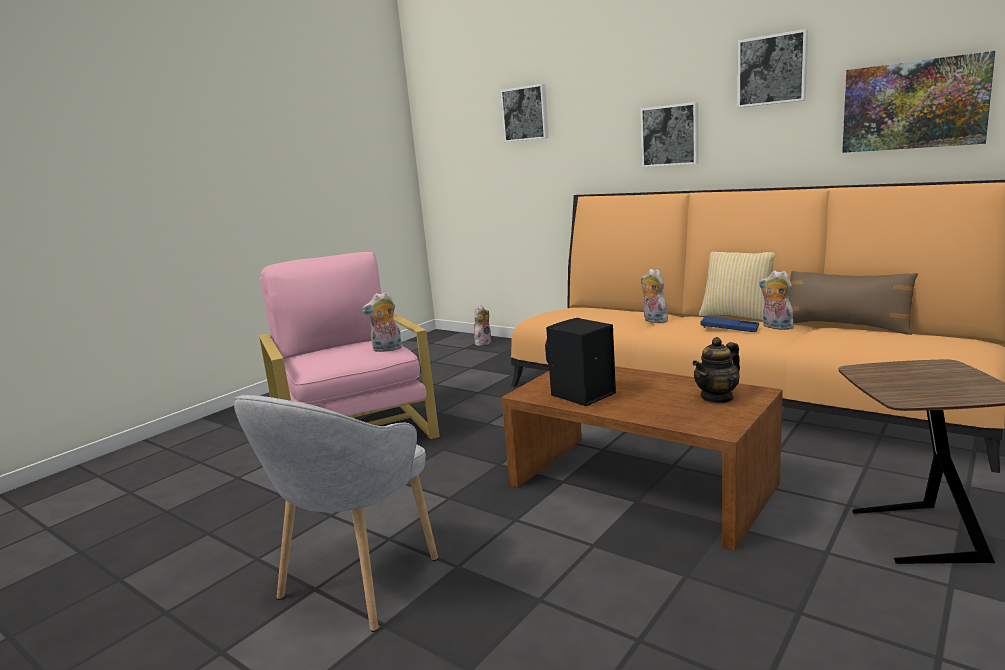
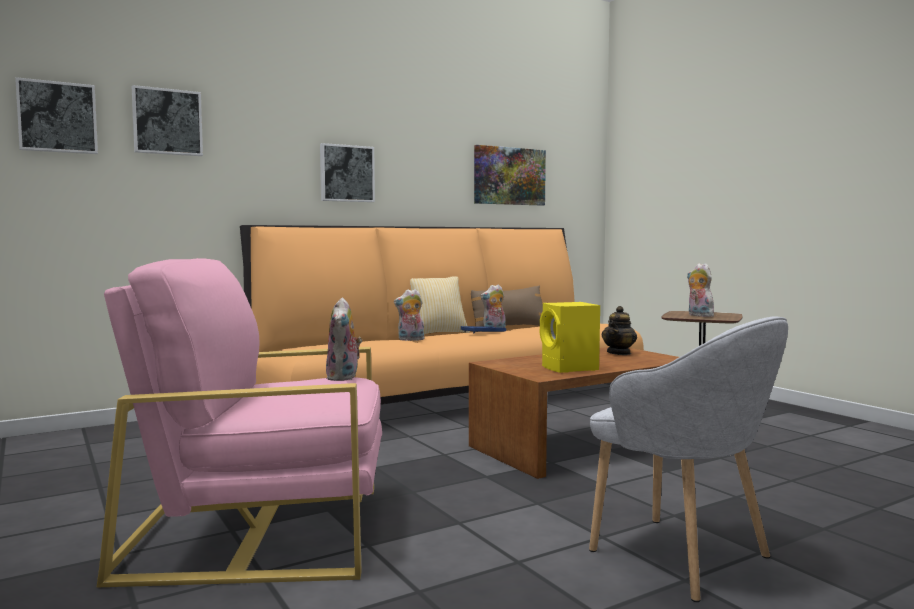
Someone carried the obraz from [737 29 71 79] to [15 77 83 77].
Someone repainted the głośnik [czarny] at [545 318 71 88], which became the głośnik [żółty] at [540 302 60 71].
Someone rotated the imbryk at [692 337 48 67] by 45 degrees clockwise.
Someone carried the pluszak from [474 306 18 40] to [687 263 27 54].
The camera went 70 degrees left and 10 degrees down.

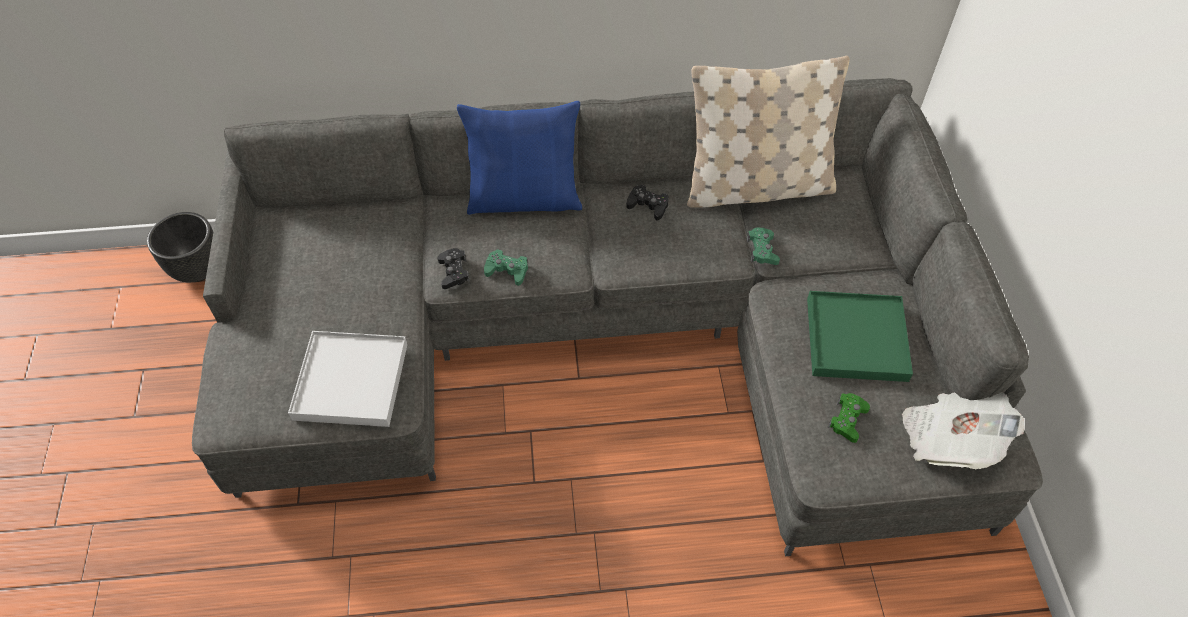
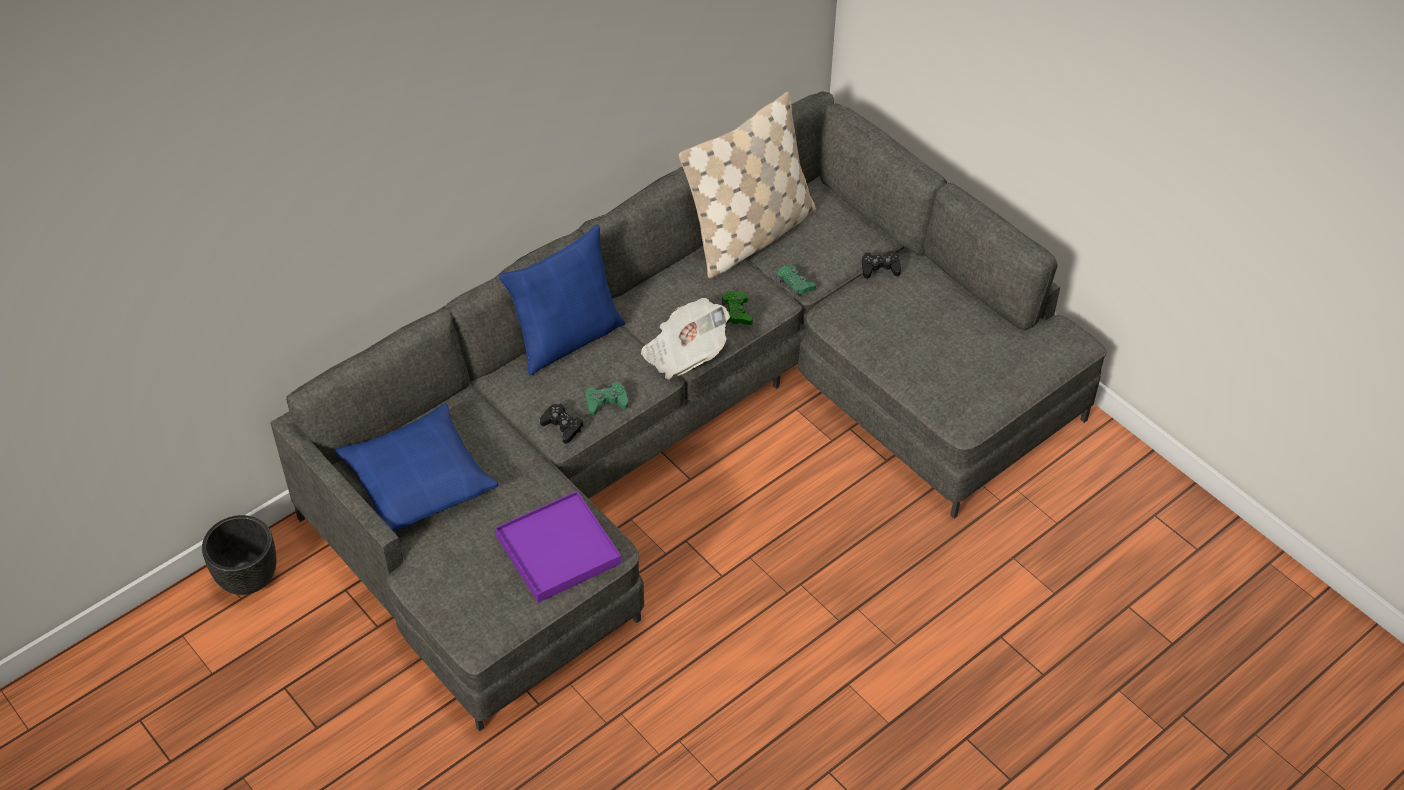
Someone put down the poduszka [niebieski] at [335 403 163 129].
Someone repainted the taca [biały] at [288 331 119 96], which became the taca [fioletowy] at [495 491 126 112].
Someone carried the gazeta from [902 392 123 77] to [641 298 89 81].
Someone carried the pad do gier [zielony] from [828 393 42 50] to [722 291 31 34].
Someone carried the pad do gier [czarny] from [626 184 43 36] to [862 250 39 29].
Someone took away the taca [zielony] at [807 291 106 91].
The camera went 35 degrees left and 5 degrees down.

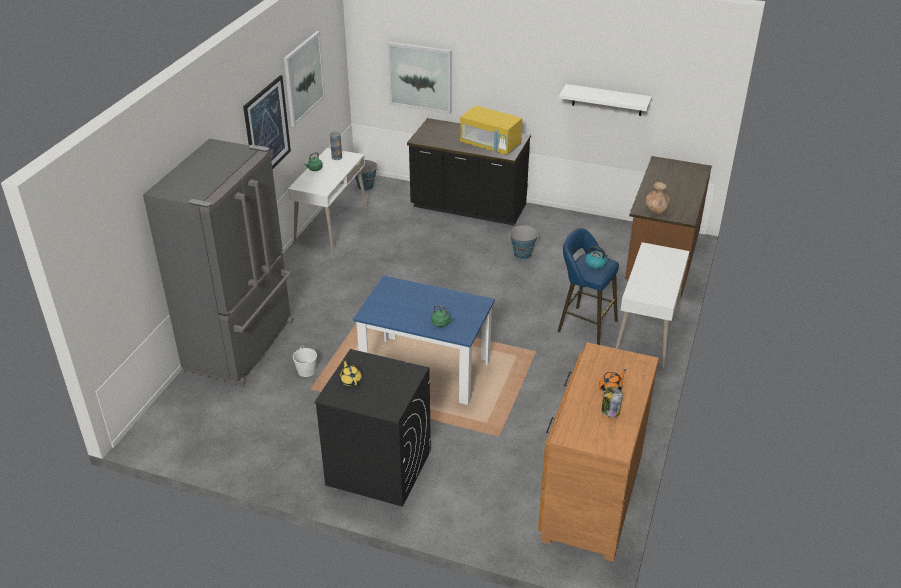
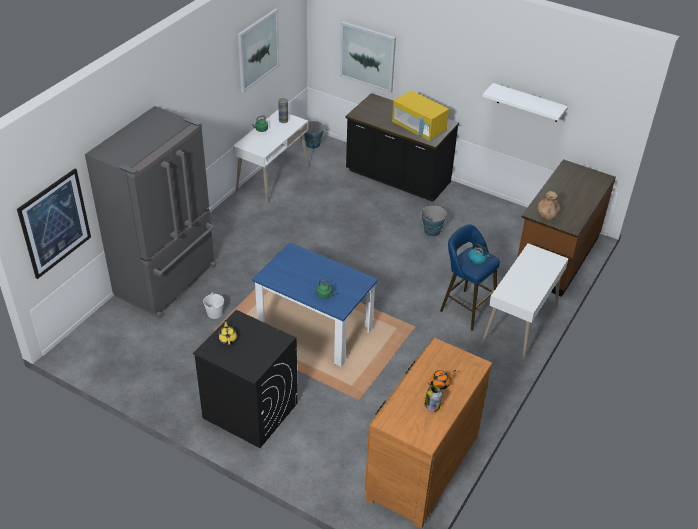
Someone carried the obraz from [243 75 48 94] to [17 169 74 110].
The camera went 10 degrees right and 5 degrees up.

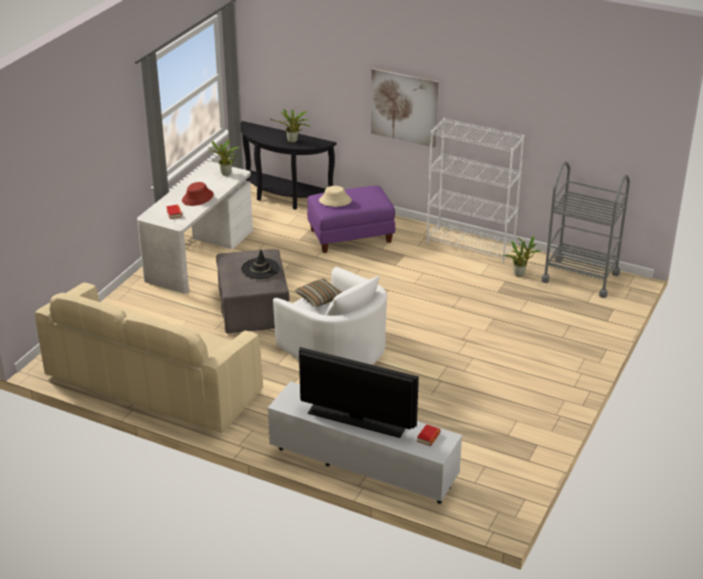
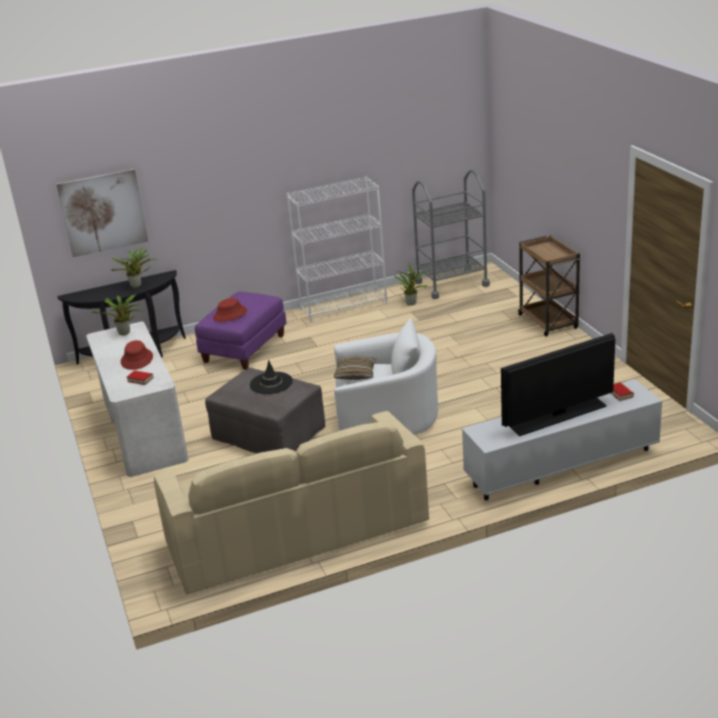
Someone carried the obraz from [371 68 67 80] to [56 169 92 88].
Someone repainted the kapelusz [beżowy] at [319 186 33 21], which became the kapelusz [czerwony] at [213 298 34 24].
Someone put down the wózek [brązowy] at [517 235 64 102].
The camera went 45 degrees left and 5 degrees down.

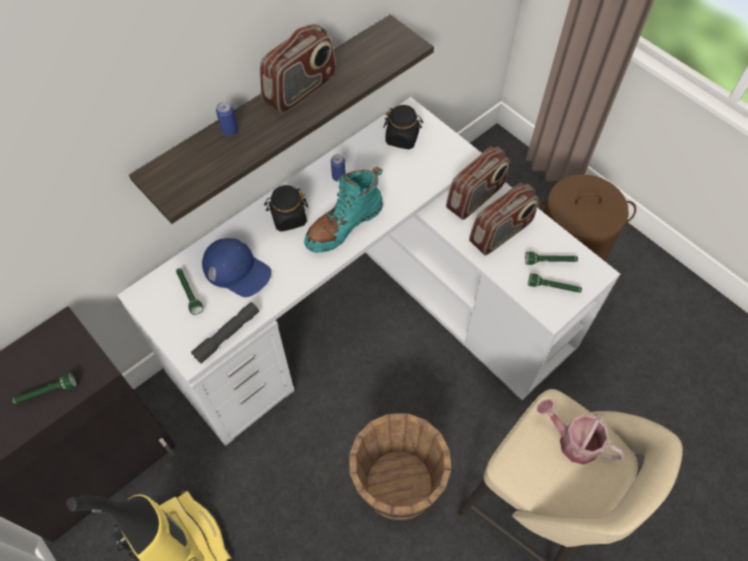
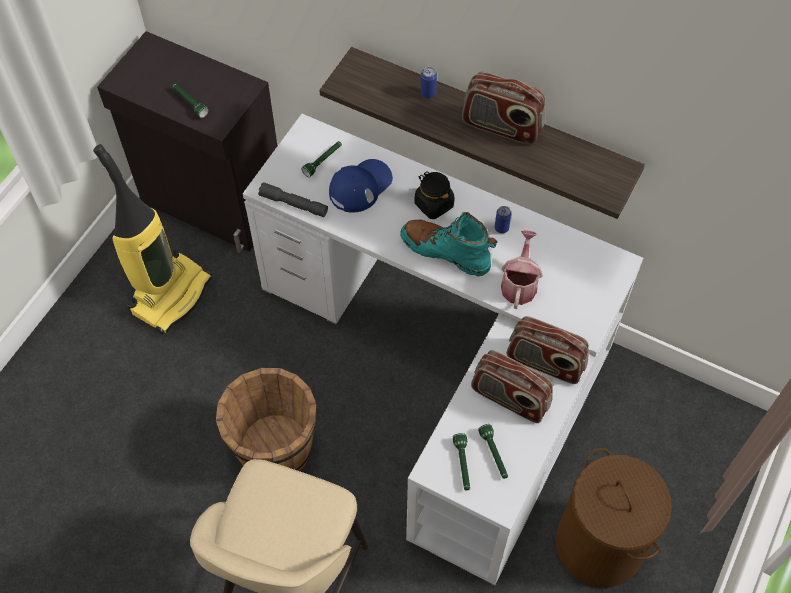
Someone rotated the czapka z daszkiem [niebieski] at [202 238 70 59] by 150 degrees counterclockwise.
Someone carried the konewka from [537 399 88 66] to [501 230 42 79].
Someone took away the słoik [czarny] at [383 105 41 44].
The camera went 70 degrees right and 0 degrees up.

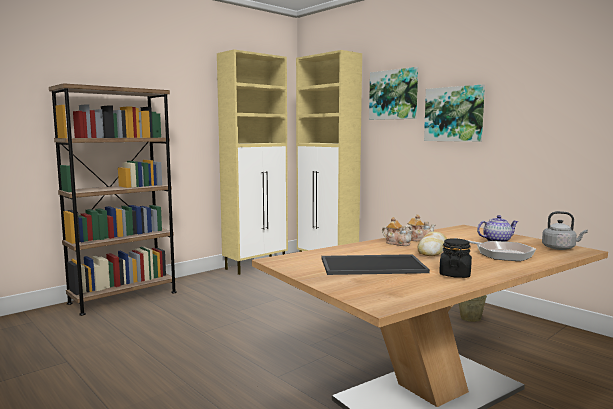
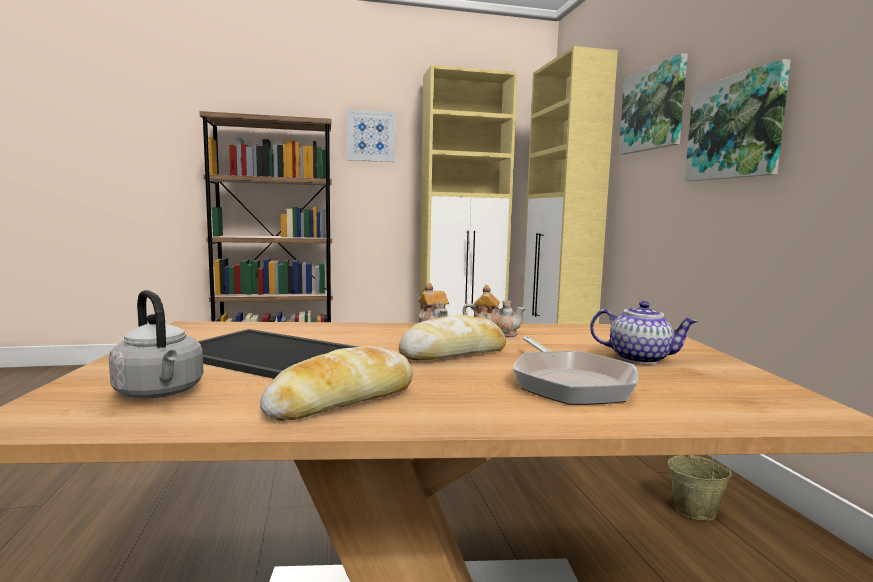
Someone carried the czajnik [szary] from [542 211 46 39] to [109 290 94 108].
Someone swapped the słoik [czarny] at [439 238 33 40] for the chleb at [260 346 153 75].
Someone put up the obraz at [347 109 49 53].
The camera went 30 degrees right and 0 degrees up.

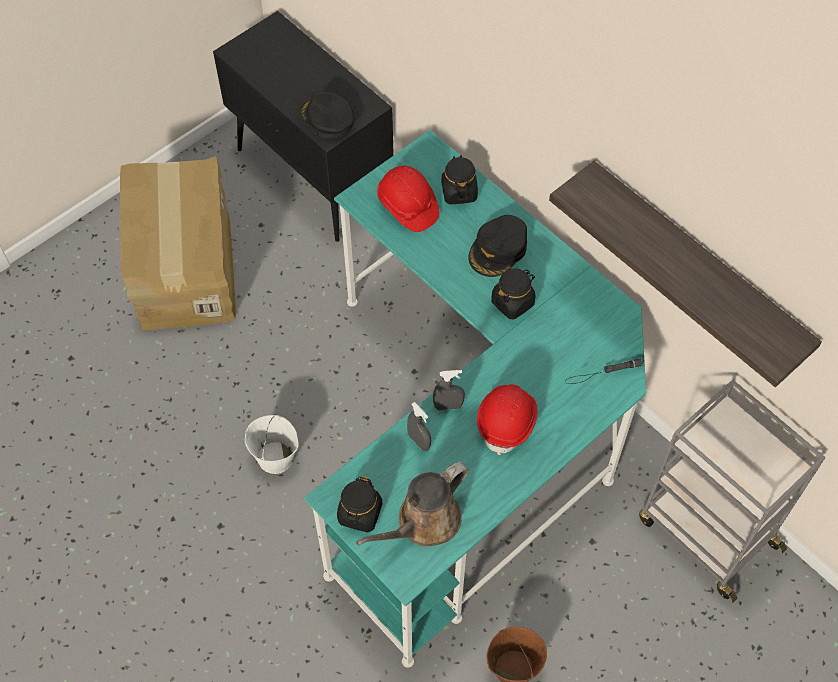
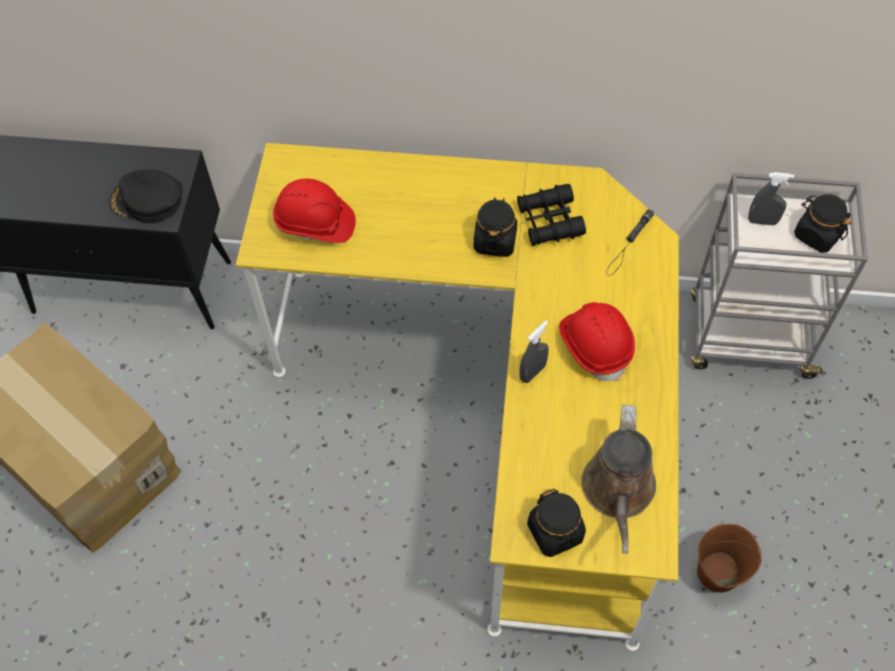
Someone repainted the biurko [turkusowy] at [304 130 342 538], which became the biurko [żółty] at [236 143 443 508].
Someone put down the lornetka [czarny] at [517 184 69 62].
Someone carried the spryskiwacz [szary] from [407 402 24 49] to [748 172 46 53].
Someone carried the słoik [czarny] from [442 155 36 49] to [794 194 57 59].
Someone took away the wiadro [biały] at [245 415 54 59].
Someone took away the czapka z daszkiem [czarny] at [468 215 59 62].
Someone took away the półka at [549 161 273 226].
The camera went 40 degrees left and 0 degrees up.

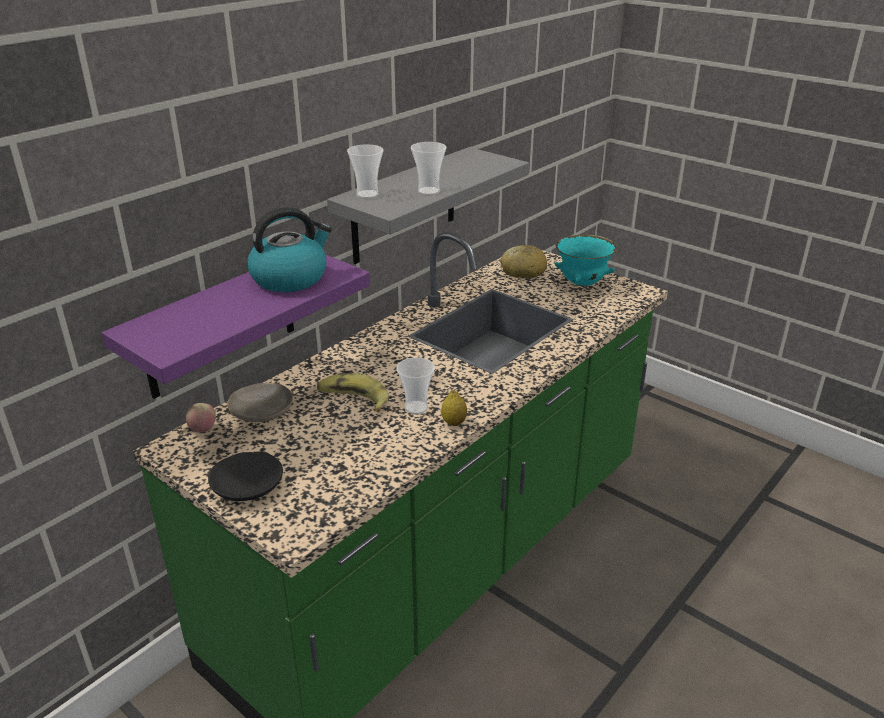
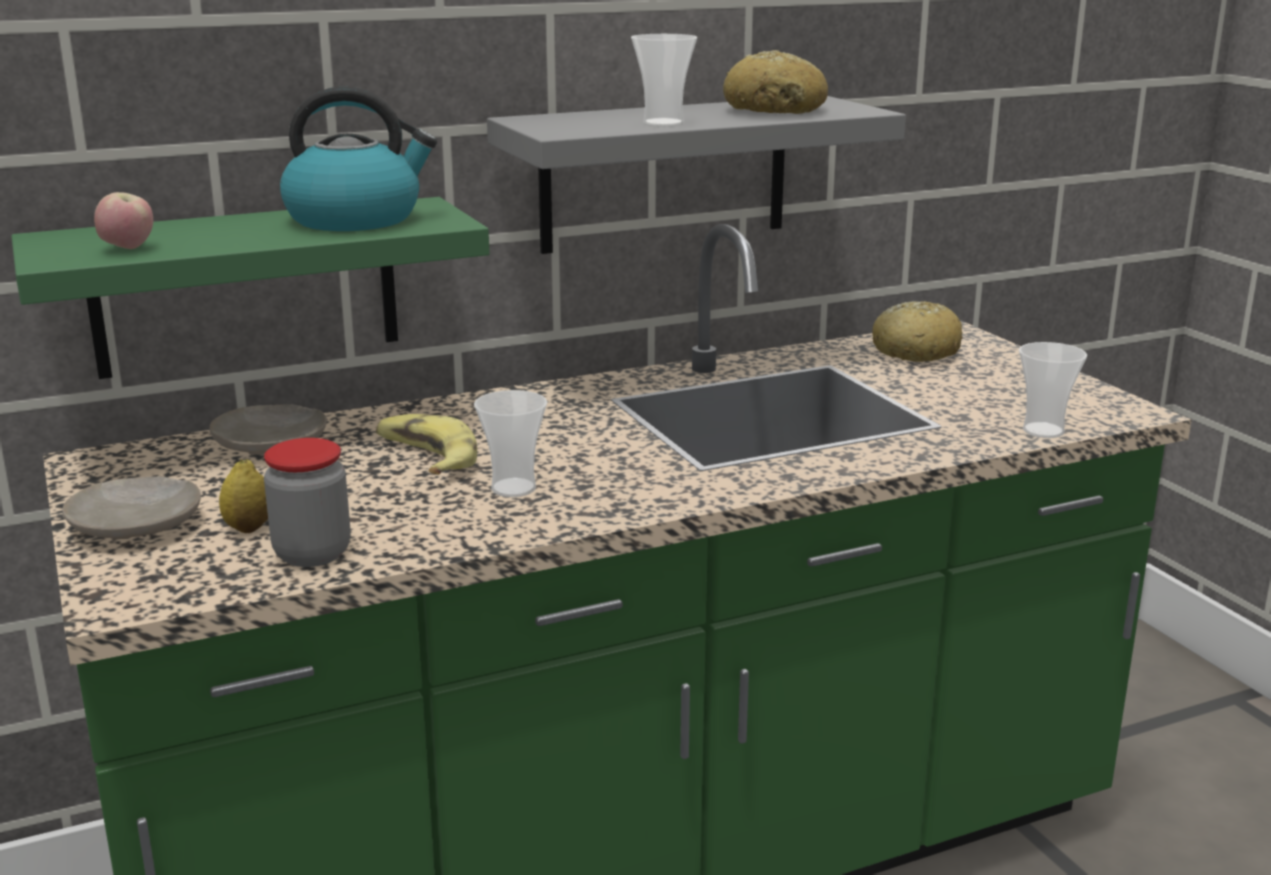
Someone repainted the półka [fioletowy] at [102 255 268 144], which became the półka [zielony] at [11 197 479 182].
Someone repainted the talerz [czarny] at [208 452 75 49], which became the talerz [beżowy] at [62 476 139 64].
Someone carried the jabłko from [186 403 30 29] to [94 192 59 57].
Someone carried the cytryna from [441 390 26 36] to [219 459 49 74].
Someone put down the słoik at [264 438 87 129].
Someone put down the chleb at [723 50 105 64].
Someone carried the filiżanka from [347 145 37 54] to [1019 342 68 96].
Someone took away the miska [turkusowy] at [555 234 62 53].
The camera went 25 degrees right and 10 degrees down.

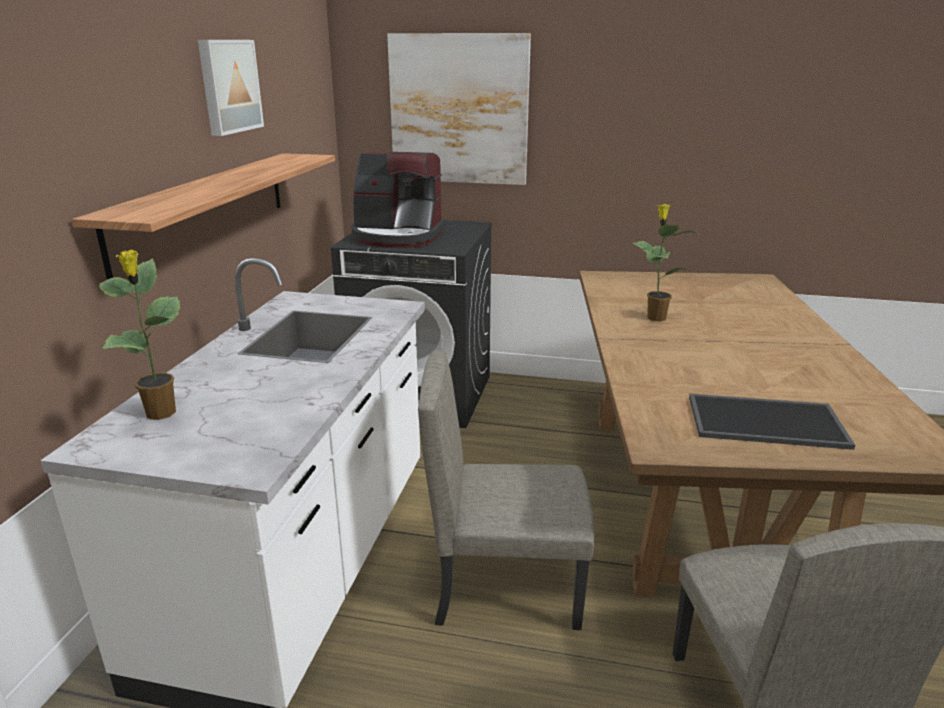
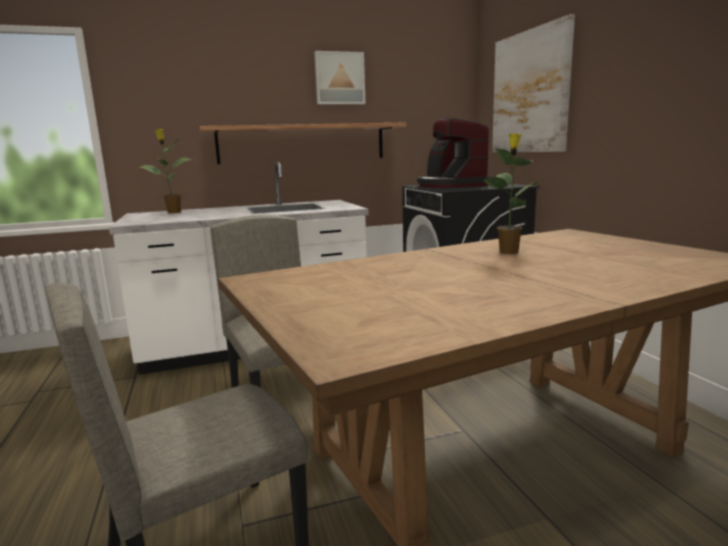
Someone took away the taca at [689 394 166 56].
The camera went 60 degrees right and 10 degrees down.

